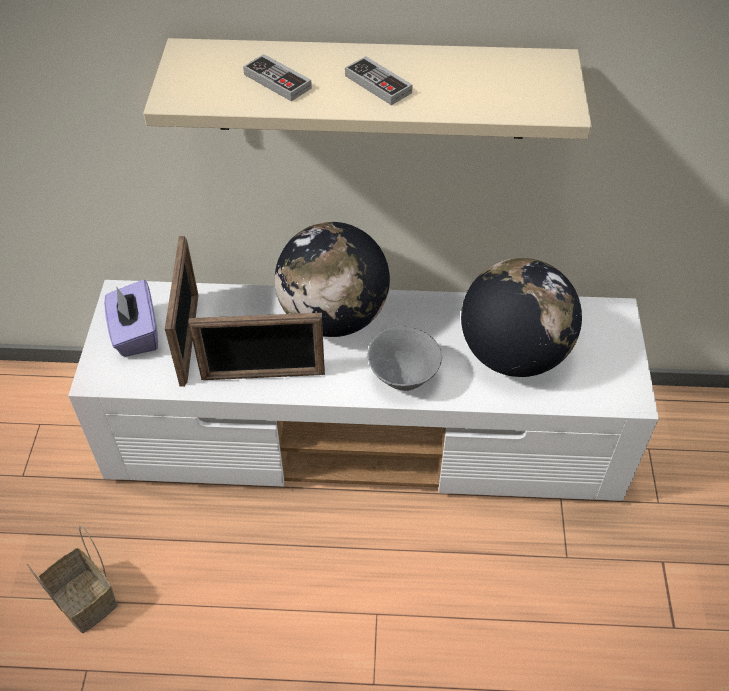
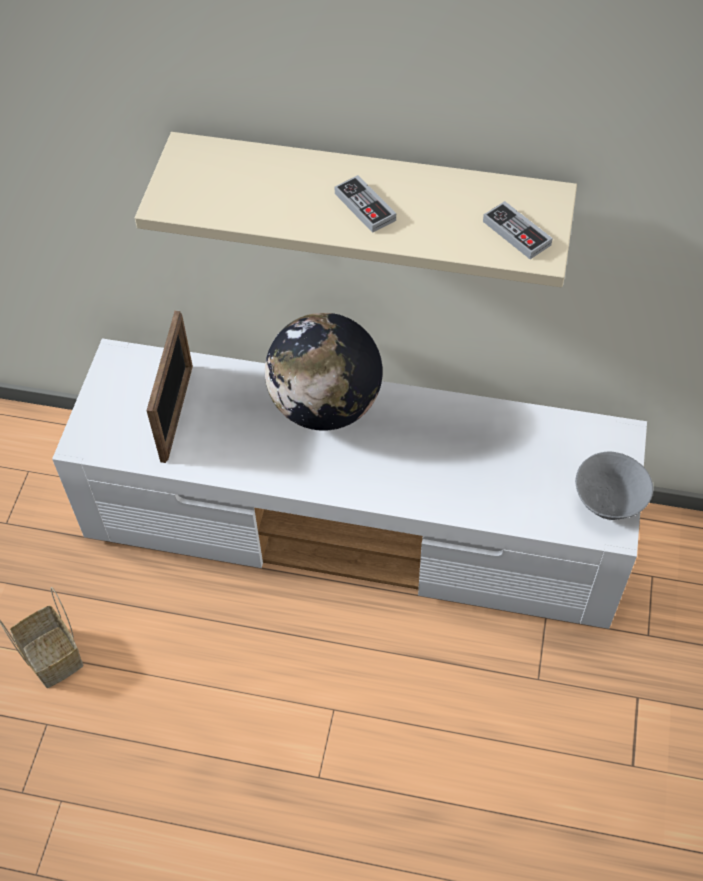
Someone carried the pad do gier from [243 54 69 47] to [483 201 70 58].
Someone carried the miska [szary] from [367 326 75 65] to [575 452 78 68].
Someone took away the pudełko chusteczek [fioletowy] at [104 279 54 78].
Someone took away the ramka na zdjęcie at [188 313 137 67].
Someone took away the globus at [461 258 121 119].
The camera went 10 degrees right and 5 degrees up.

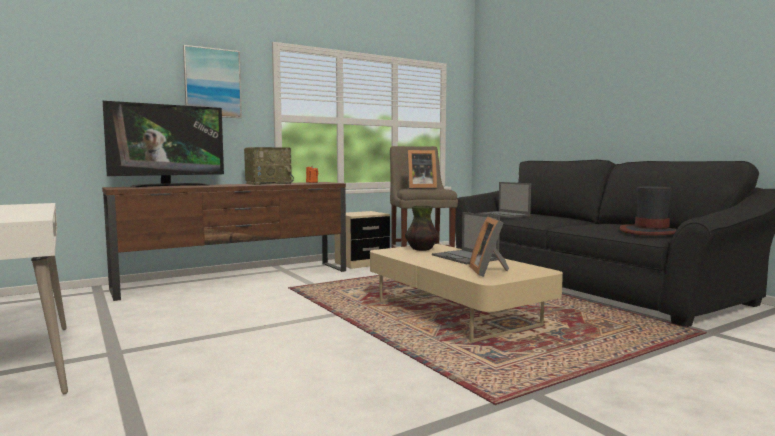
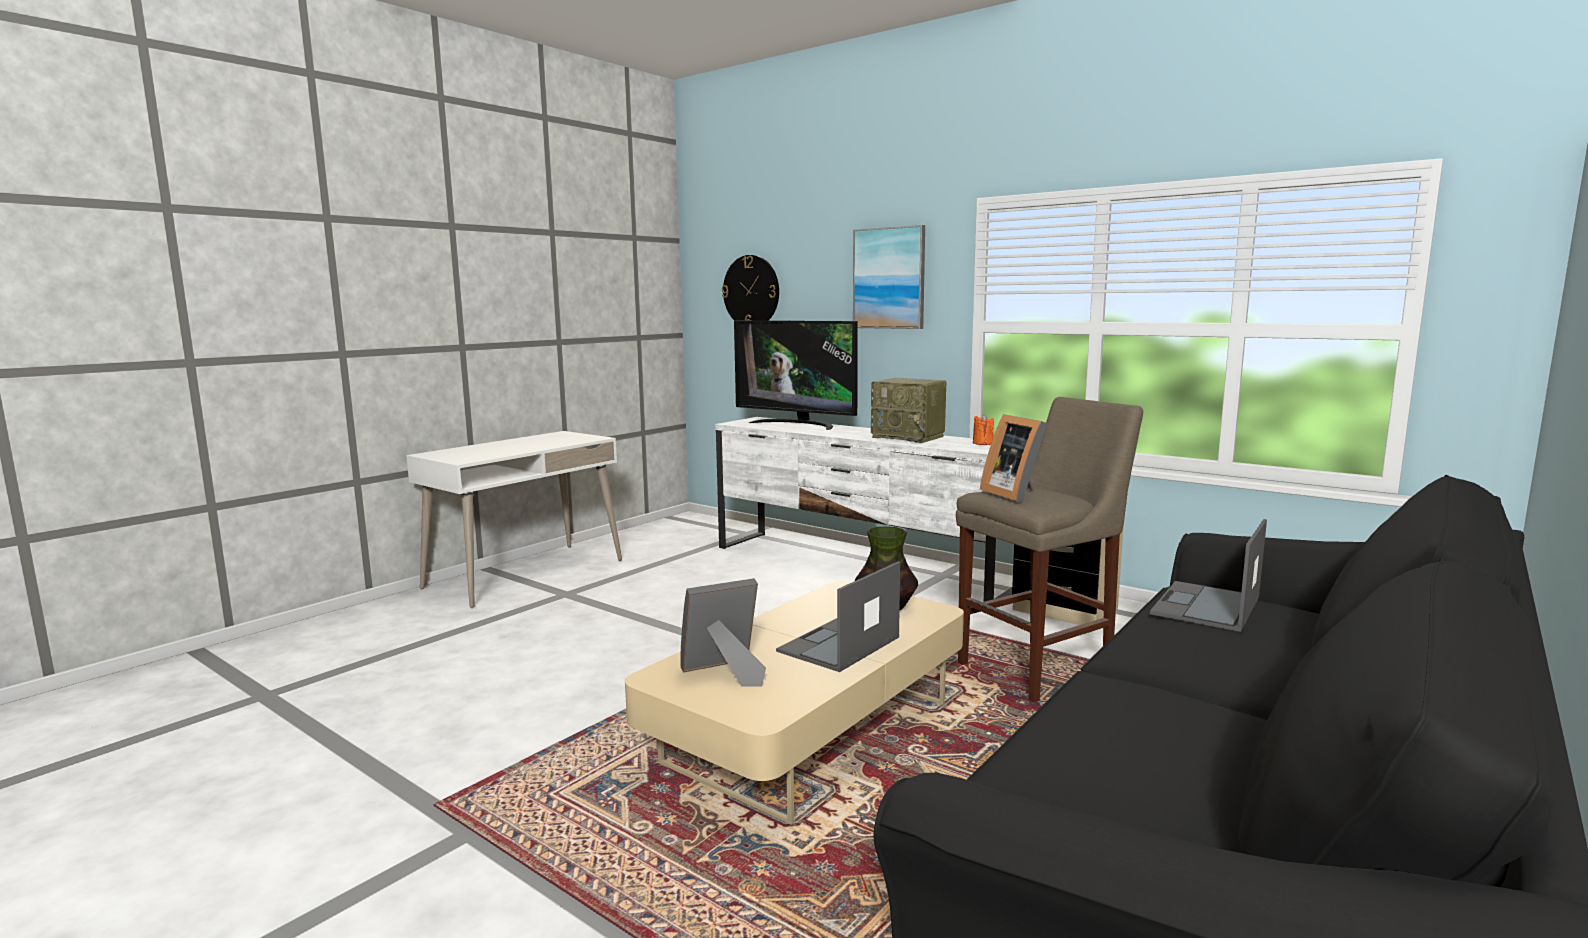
Someone repainted the szafka pod telewizor [brązowy] at [102 182 244 119], which became the szafka pod telewizor [biały] at [715 417 297 185].
Someone put up the zegar ścienny at [722 255 57 65].
Someone took away the kapelusz at [619 186 58 50].
The camera went 70 degrees right and 5 degrees up.

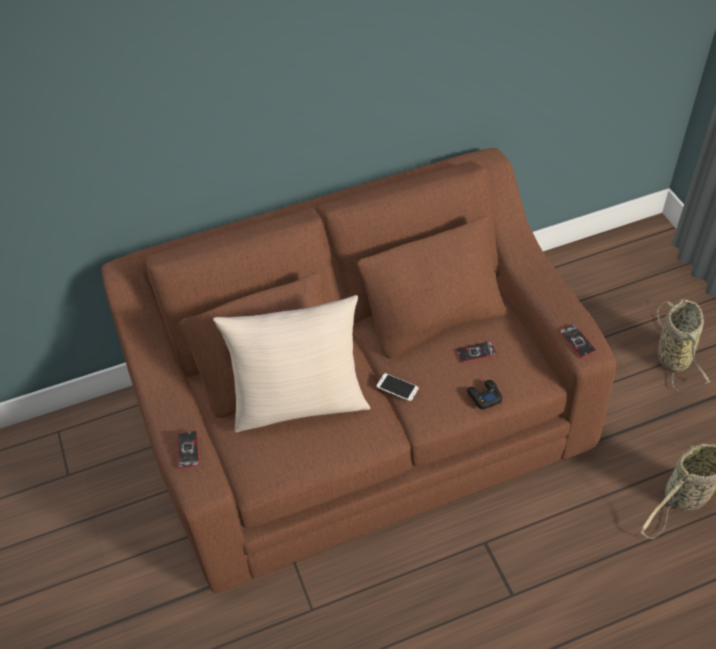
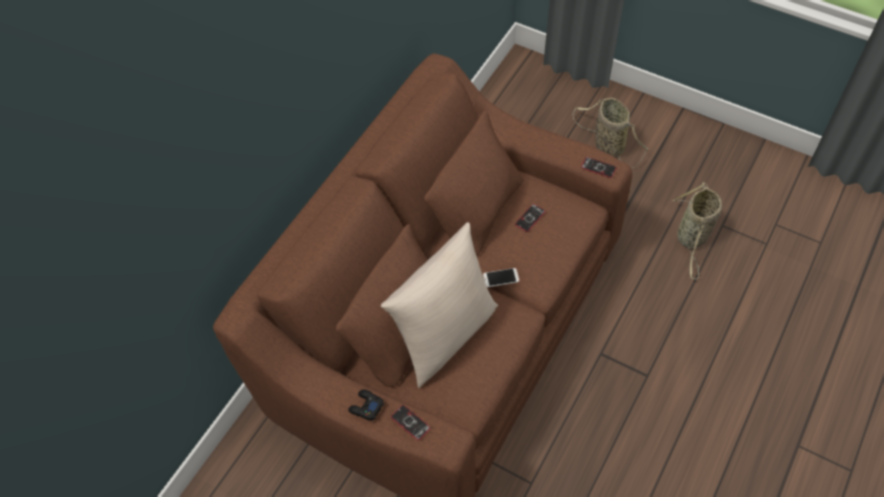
Someone carried the pad do gier [czarny] from [467 380 36 30] to [348 389 36 32].
The camera went 40 degrees left and 5 degrees up.

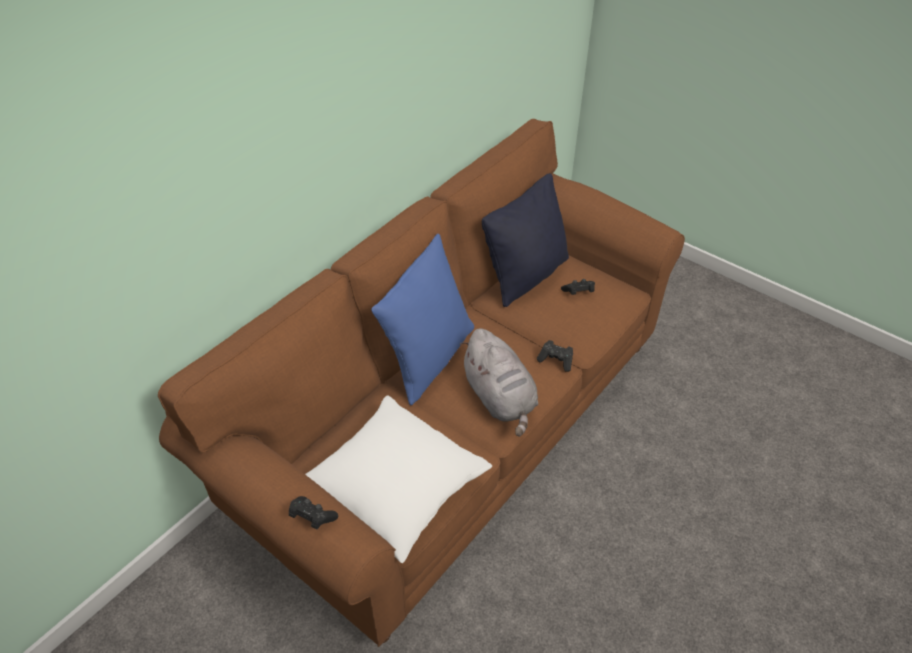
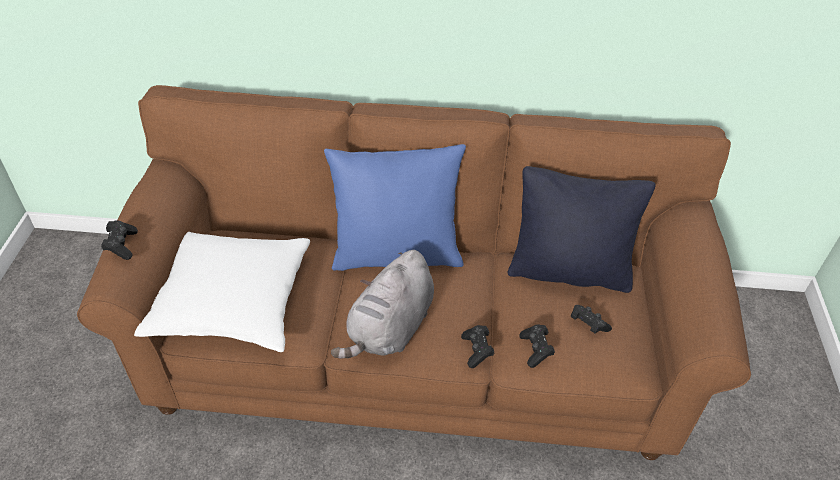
Someone put down the pad do gier [czarny] at [519 324 36 44].
The camera went 55 degrees right and 0 degrees up.

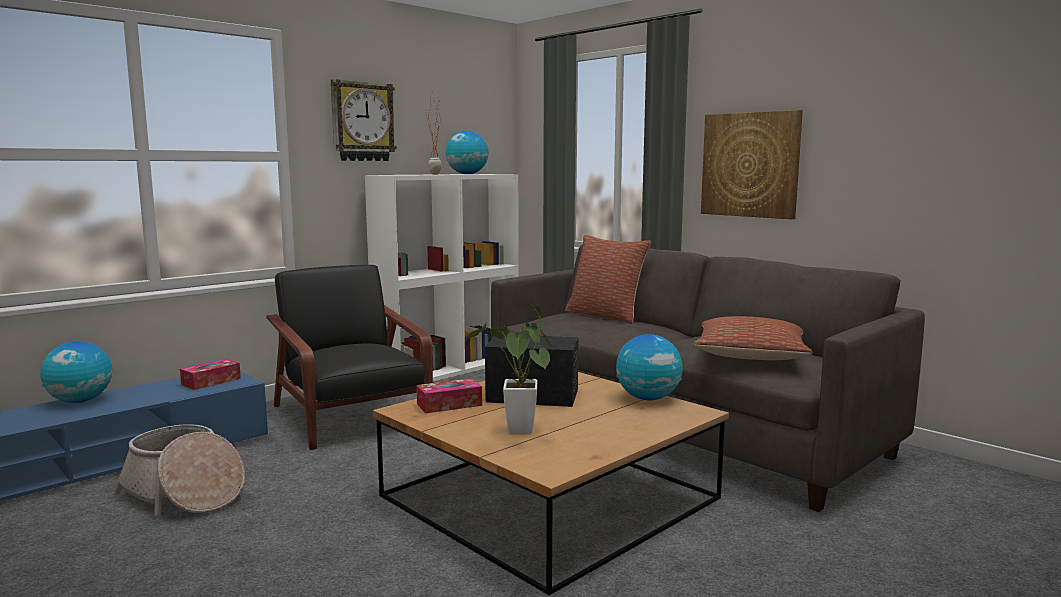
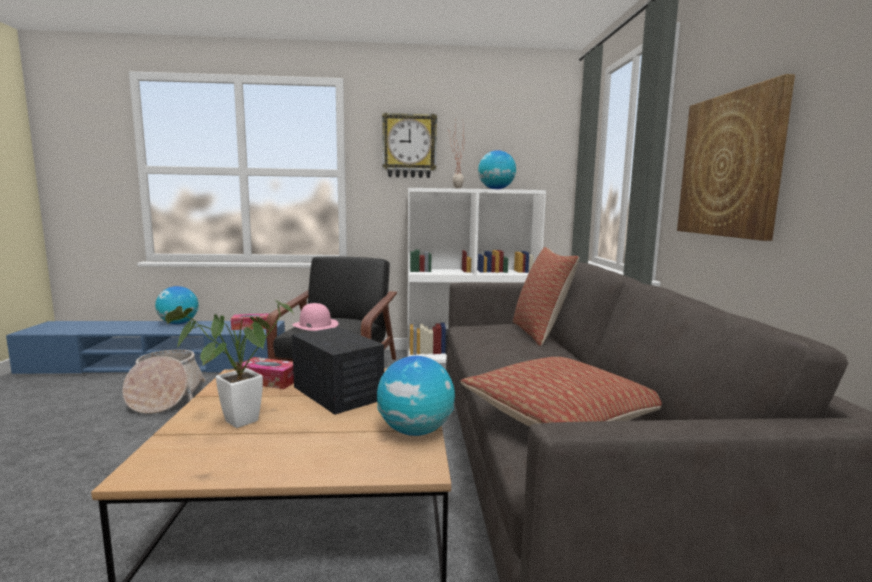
Someone put down the kapelusz [różowy] at [292 303 46 28].
The camera went 40 degrees right and 0 degrees up.

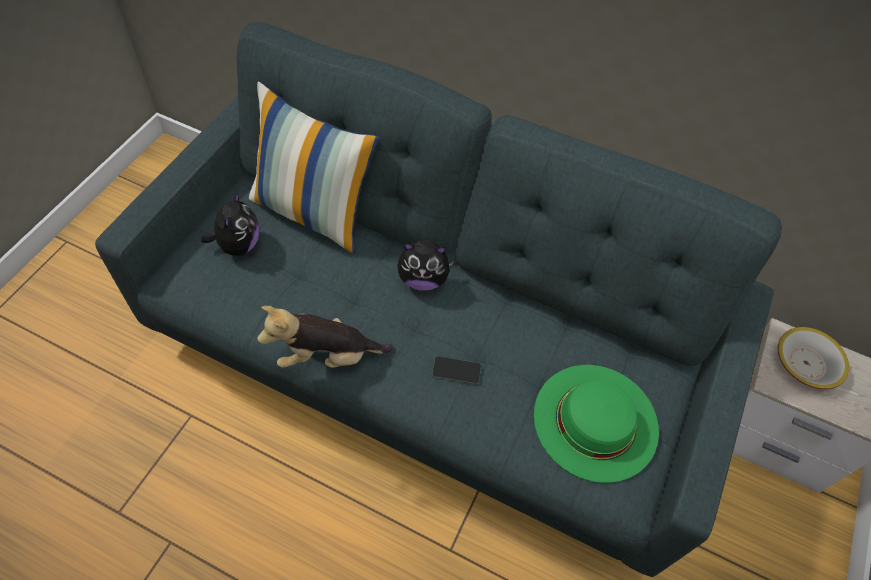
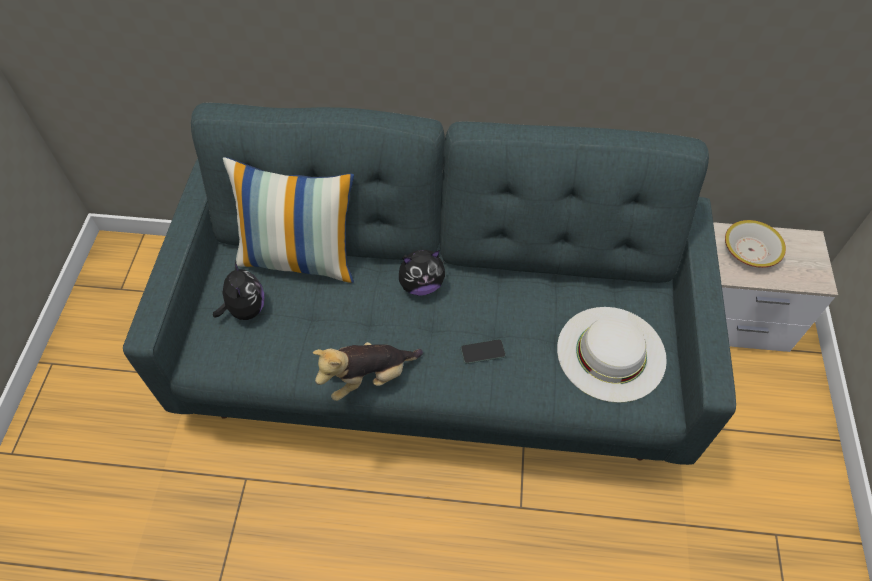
Someone repainted the kapelusz [zielony] at [534 365 125 118], which became the kapelusz [biały] at [557 307 110 96].
The camera went 15 degrees left and 0 degrees up.

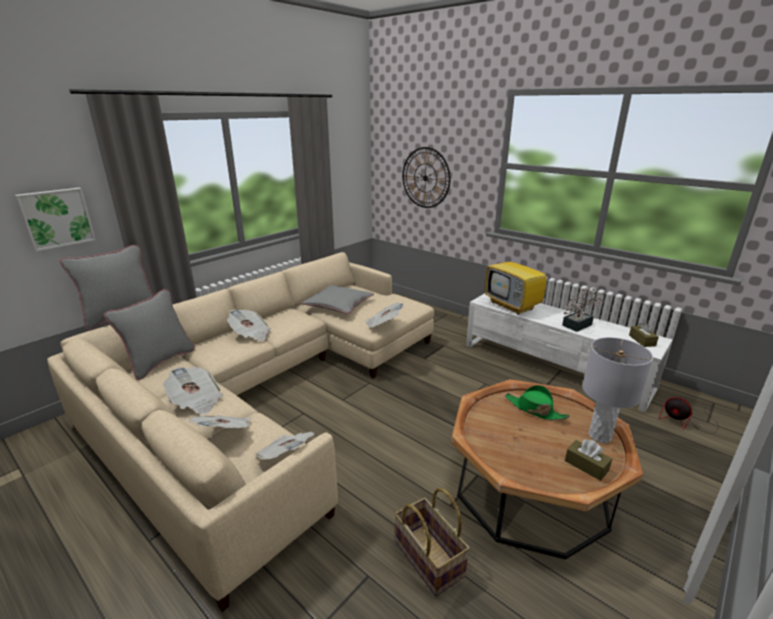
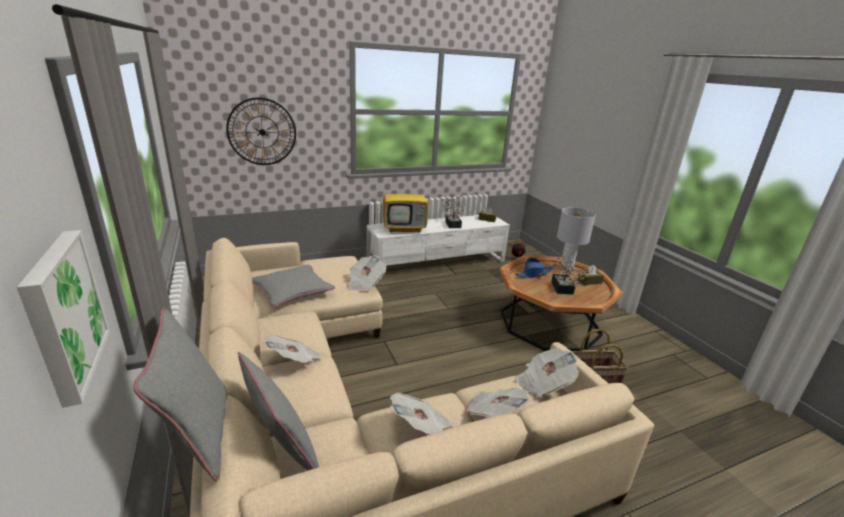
Someone repainted the kapelusz [zielony] at [505 385 65 35], which became the kapelusz [niebieski] at [515 258 38 20].
Someone put down the roślina doniczkowa at [550 257 37 38].
The camera went 65 degrees left and 0 degrees up.

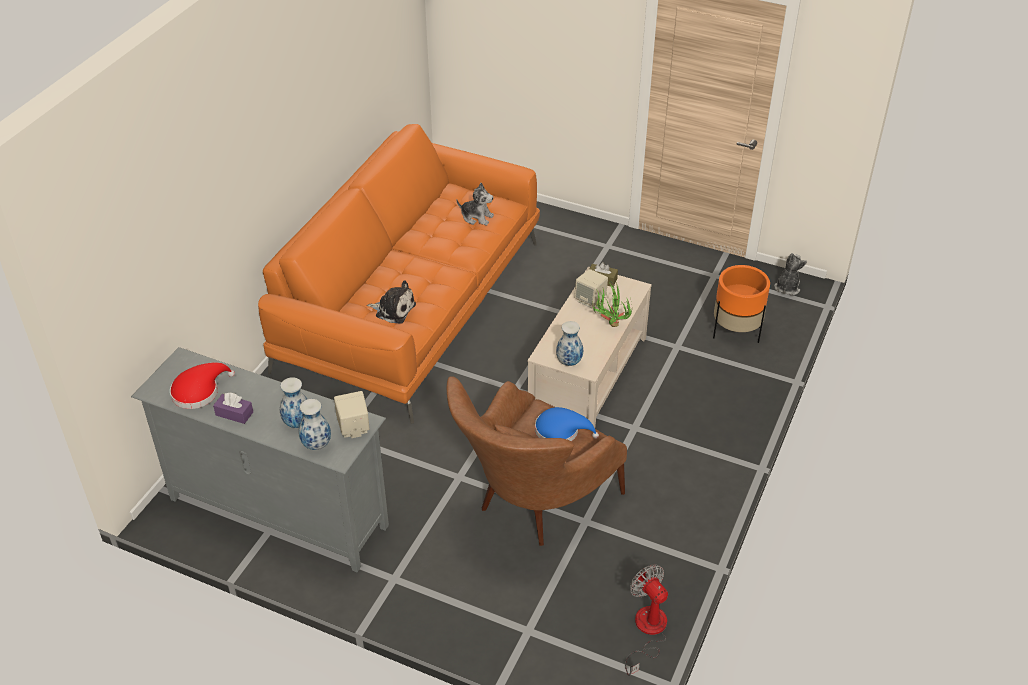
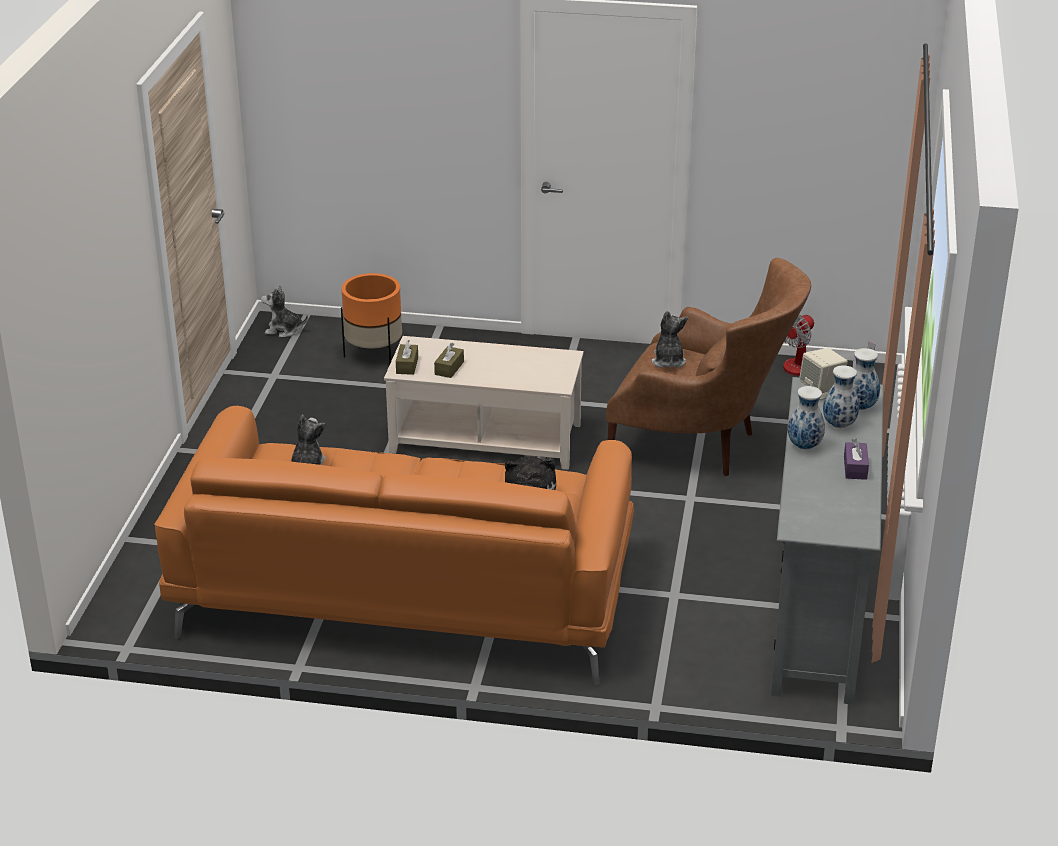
Someone swapped the głośnik [beżowy] at [574 269 34 40] for the pudełko chusteczek [brązowy] at [434 343 30 35].
Someone swapped the kapelusz [niebieski] at [535 407 64 34] for the pluszak at [651 311 37 57].
Someone carried the wazon from [556 321 27 45] to [788 386 37 63].
Someone took away the kapelusz [czerwony] at [170 362 65 47].
Someone took away the roślina doniczkowa at [592 281 40 46].
The camera went 105 degrees left and 10 degrees down.

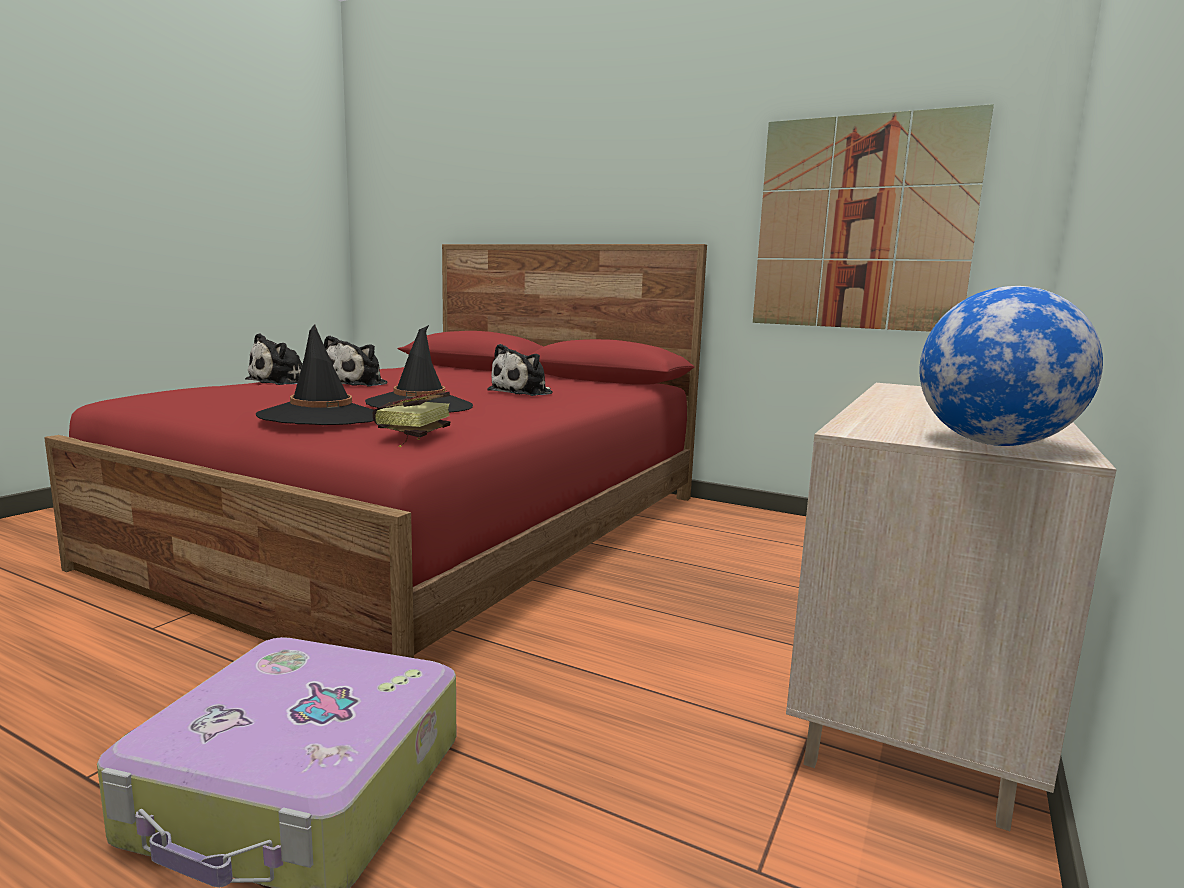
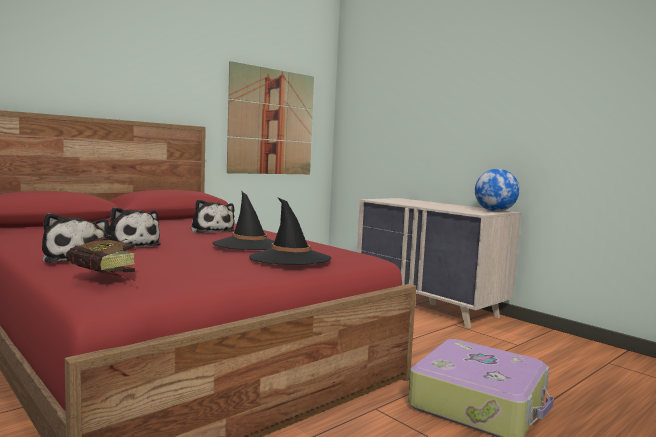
Someone carried the książka from [373 389 77 58] to [66 235 70 46].
The camera went 70 degrees left and 5 degrees down.

